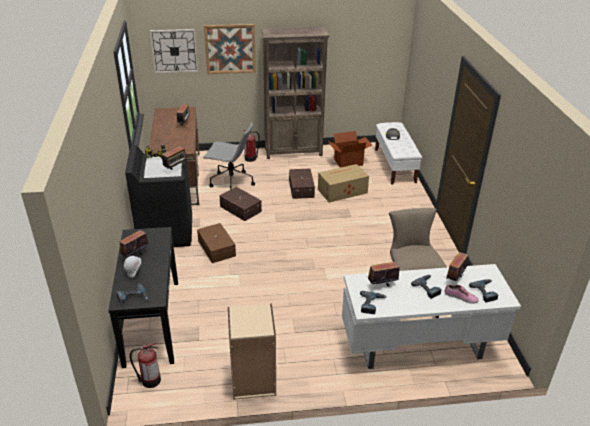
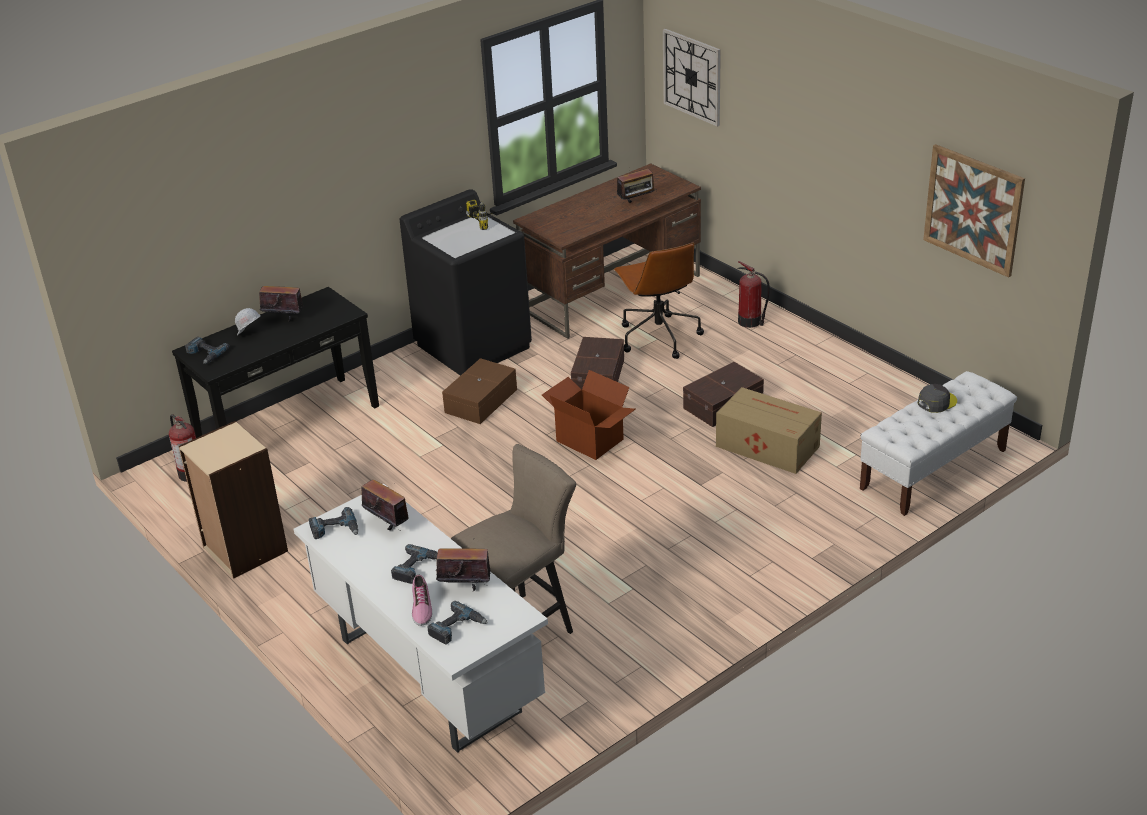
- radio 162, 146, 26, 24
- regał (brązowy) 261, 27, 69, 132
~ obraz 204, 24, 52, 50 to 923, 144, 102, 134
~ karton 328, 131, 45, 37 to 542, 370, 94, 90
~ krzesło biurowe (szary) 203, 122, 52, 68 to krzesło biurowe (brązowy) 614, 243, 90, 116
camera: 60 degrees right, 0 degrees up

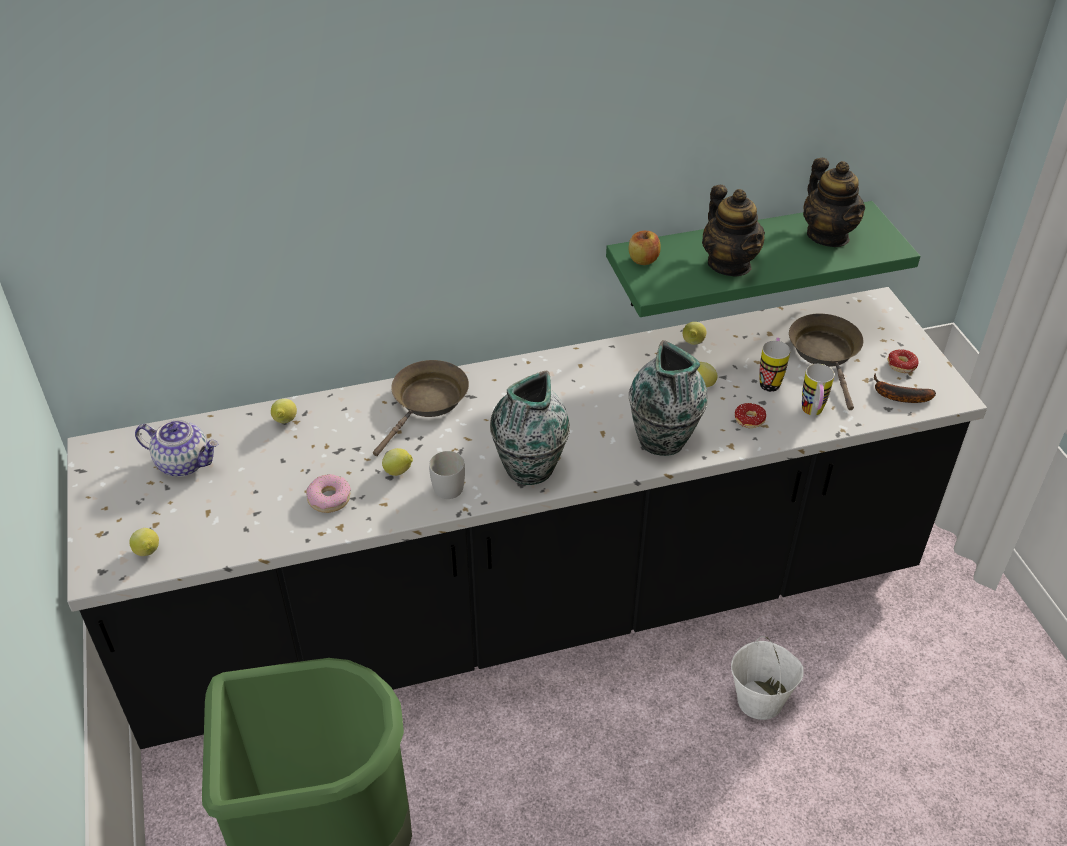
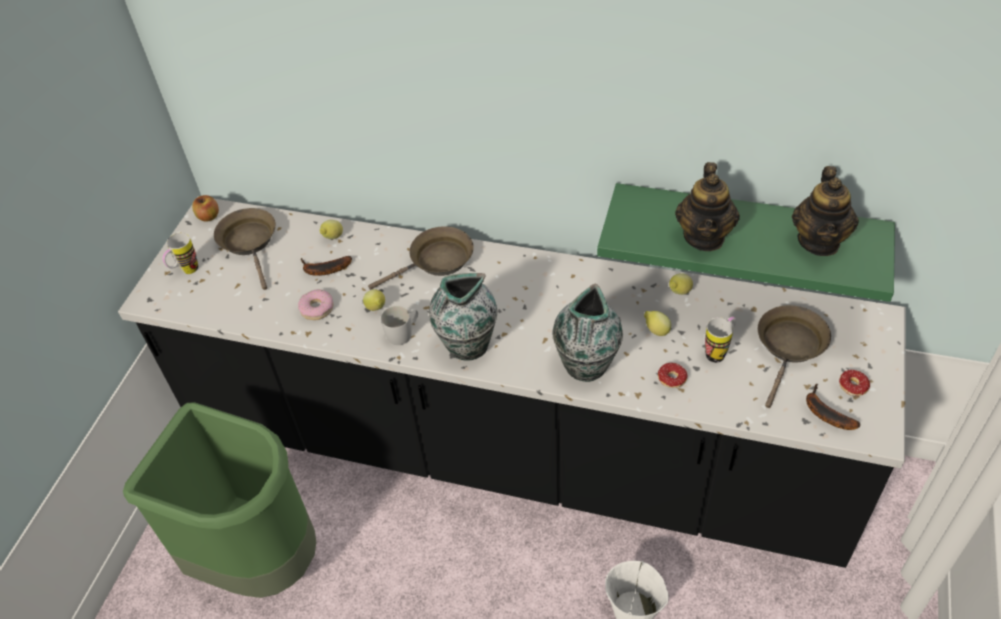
- cytryna 129, 528, 30, 28
+ banan 301, 256, 51, 20
~ jabłko 629, 231, 32, 34 to 192, 195, 27, 27
~ kubek 802, 364, 33, 52 to 162, 232, 36, 42
~ imbryk 135, 420, 83, 57 to patelnia (brązowy) 214, 208, 62, 82
camera: 35 degrees right, 5 degrees up

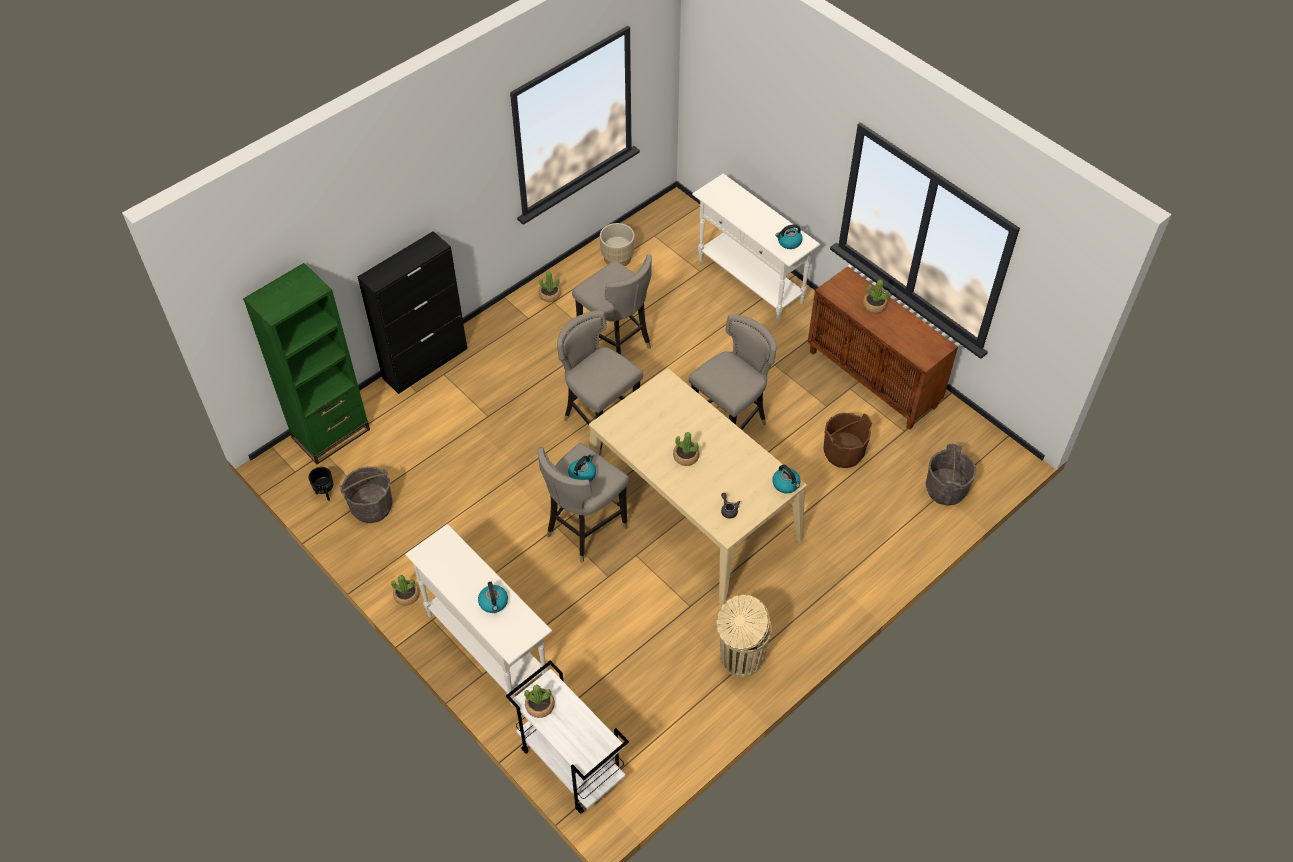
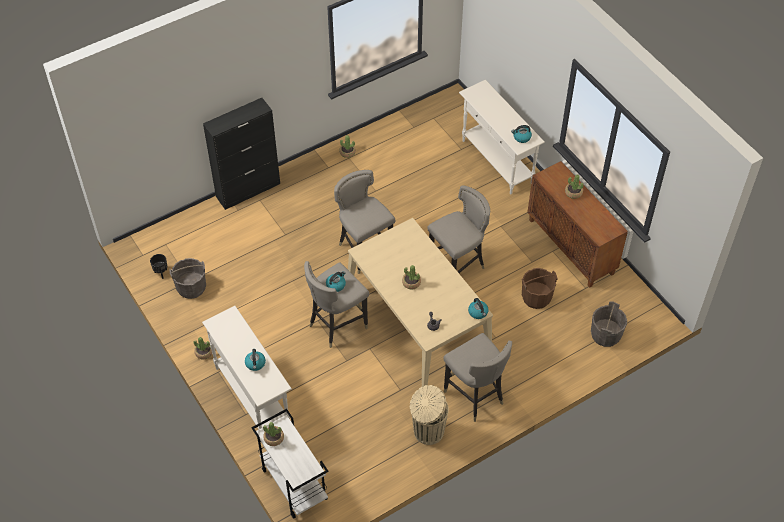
- regał (zielony) 243, 263, 127, 201
- donica (beżowy) 600, 223, 34, 43
~ stołek (szary) 572, 254, 80, 101 to 443, 333, 69, 89
camera: 10 degrees right, 0 degrees up

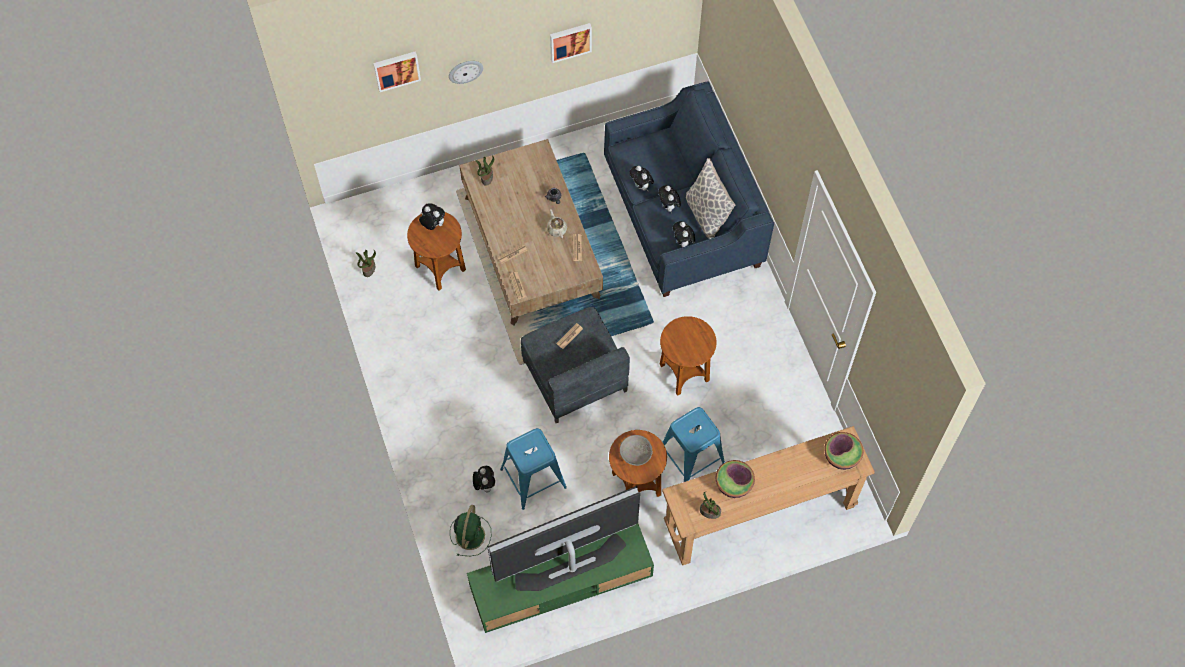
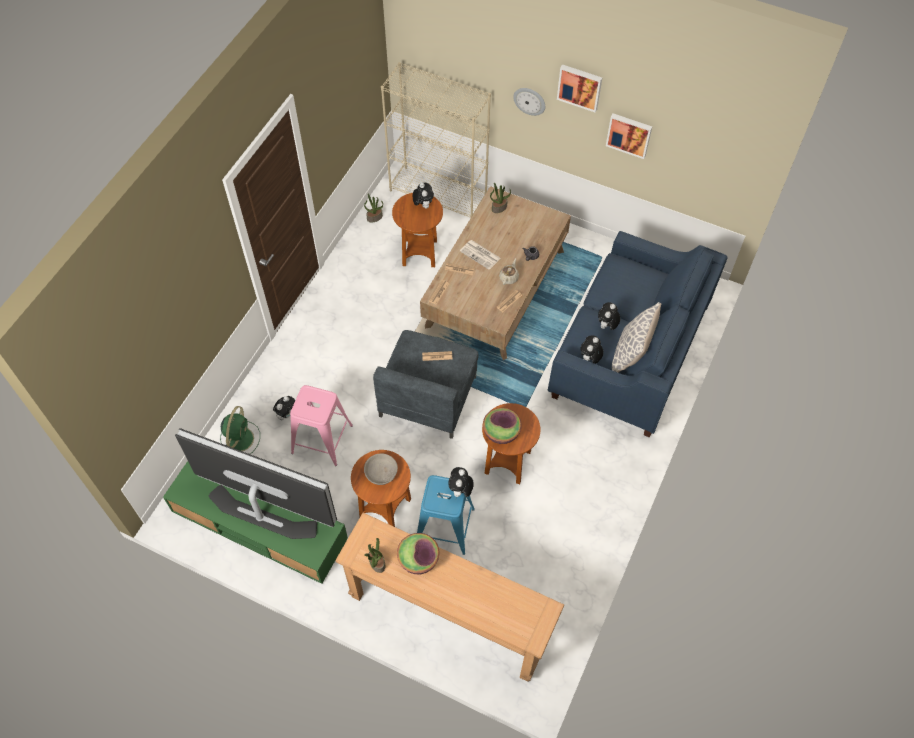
+ regał (beżowy) 381, 62, 110, 156
+ gazeta 460, 240, 41, 30
~ obraz 373, 51, 48, 41 to 557, 64, 45, 49
~ pluszak 629, 166, 25, 25 to 448, 467, 26, 30
~ miska 824, 432, 39, 38 to 483, 408, 39, 36
~ stołek (niebieski) 500, 428, 67, 82 to stołek (różowy) 290, 385, 63, 81
~ wentylator (zielony) 450, 505, 41, 51 = 220, 406, 40, 48 45 degrees counterclockwise
camera: 45 degrees right, 5 degrees down

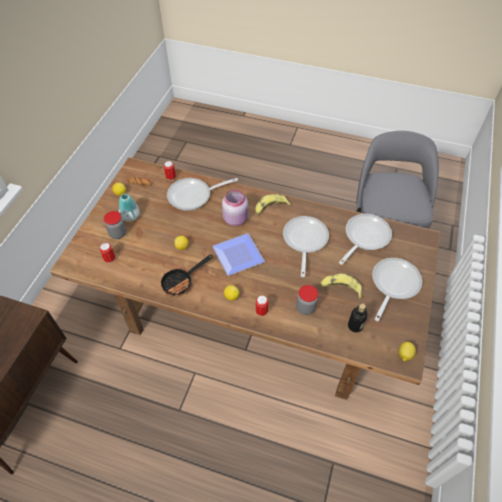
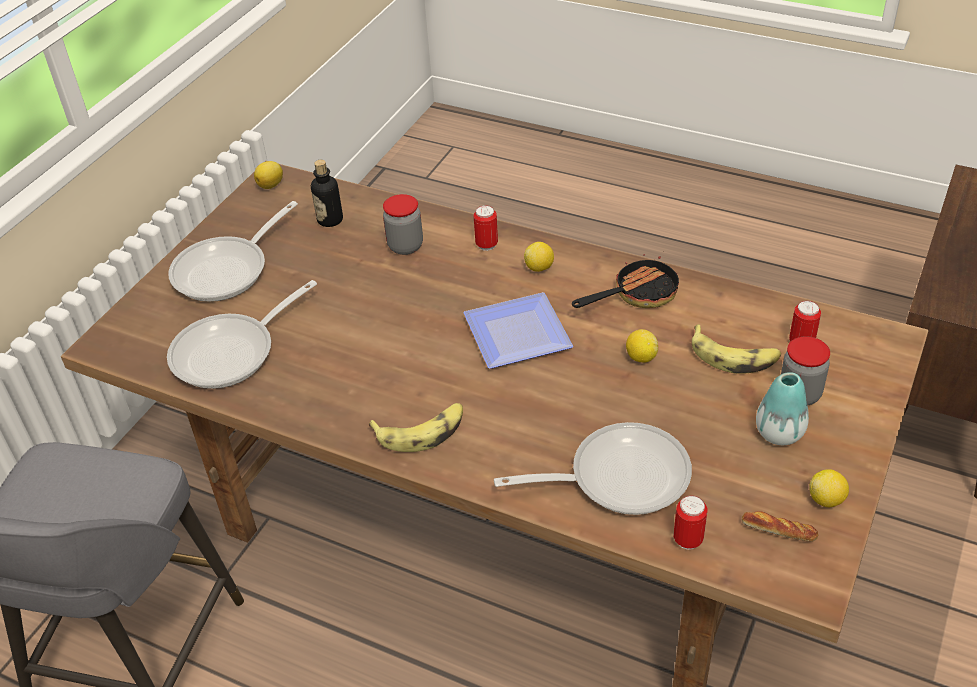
- słoik (różowy) 222, 190, 26, 36
- patelnia 283, 216, 46, 61
~ banan 320, 274, 42, 25 to 692, 324, 89, 50
camera: 170 degrees left, 10 degrees down

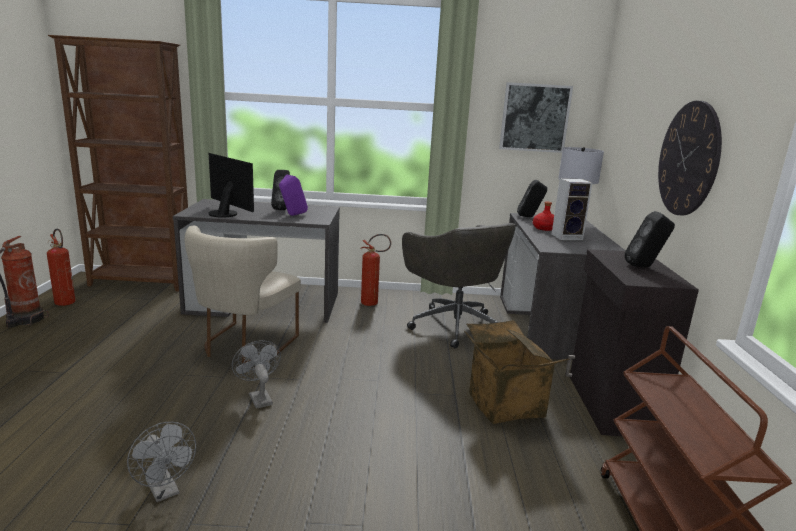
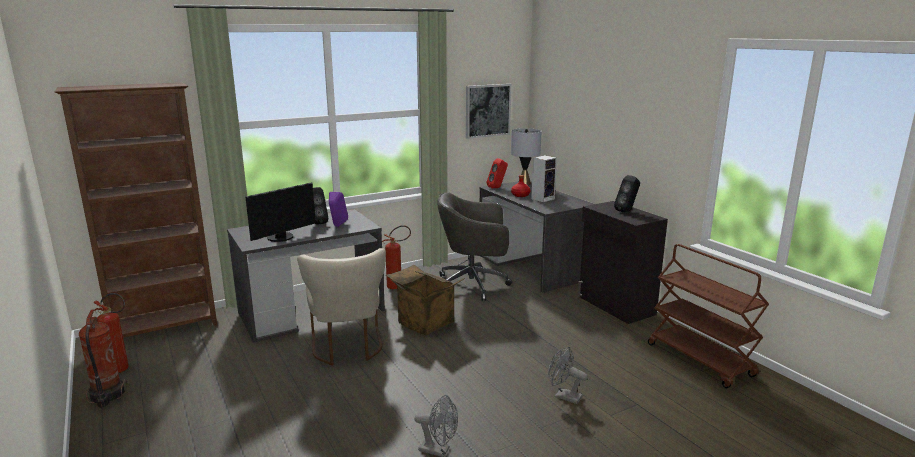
- zegar ścienny 658, 101, 64, 115
~ wentylator (szary) 232, 340, 49, 69 to 548, 347, 40, 57
~ karton 464, 320, 106, 104 to 385, 265, 80, 70
~ głośnik (czarny) 517, 180, 30, 37 to głośnik (czerwony) 487, 158, 21, 30
~ monitor 208, 153, 46, 65 = 245, 182, 71, 60 120 degrees clockwise
~ krzesło biurowe (szary) 402, 223, 114, 126 = 437, 193, 75, 108 150 degrees clockwise
camera: 30 degrees left, 0 degrees up

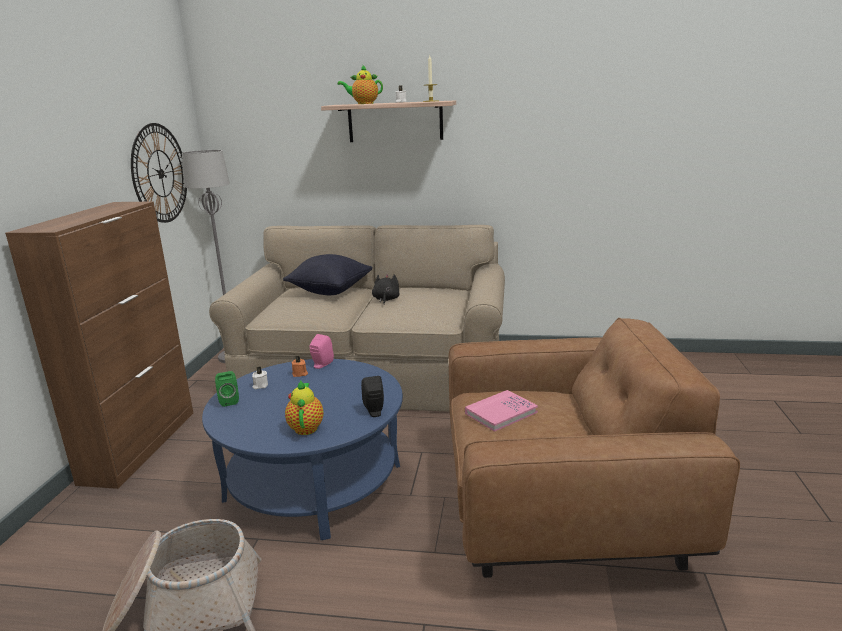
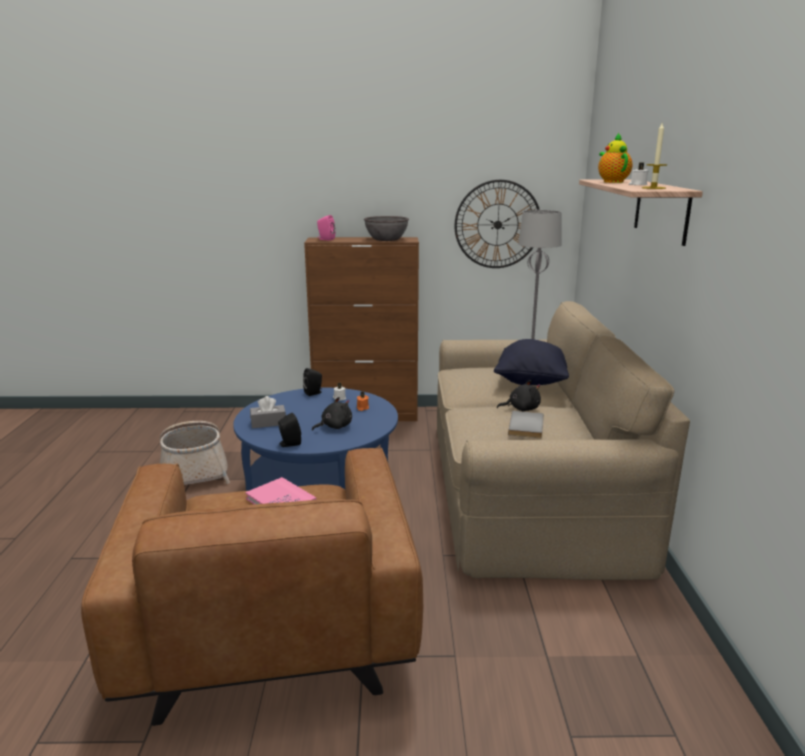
+ pluszak (czarny) 312, 397, 40, 34
+ miska (szary) 364, 216, 45, 25
+ książka (szary) 508, 411, 36, 27
~ głośnik (różowy) 310, 334, 24, 35 to 317, 215, 18, 26
~ imbryk 285, 381, 39, 54 to pudełko chusteczek (szary) 250, 396, 36, 32
~ głośnik (zielony) 215, 371, 24, 36 to głośnik (czarny) 303, 368, 19, 28
camera: 80 degrees right, 0 degrees up

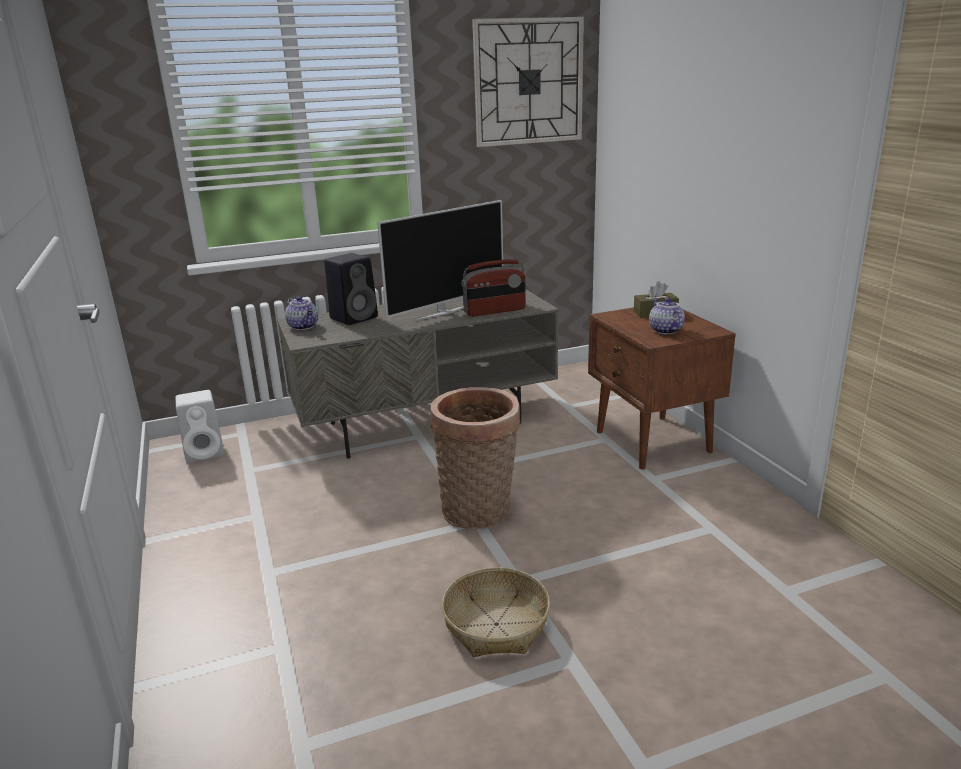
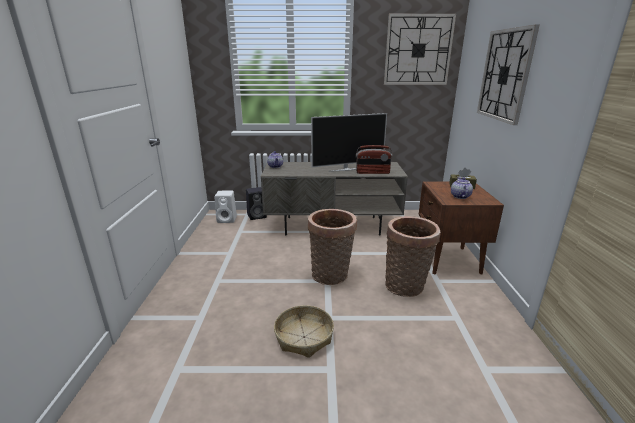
+ koszyk 385, 216, 56, 81
+ zegar ścienny 477, 24, 63, 101
~ głośnik (czarny) 324, 253, 54, 72 to 246, 187, 21, 33
camera: 20 degrees right, 0 degrees up

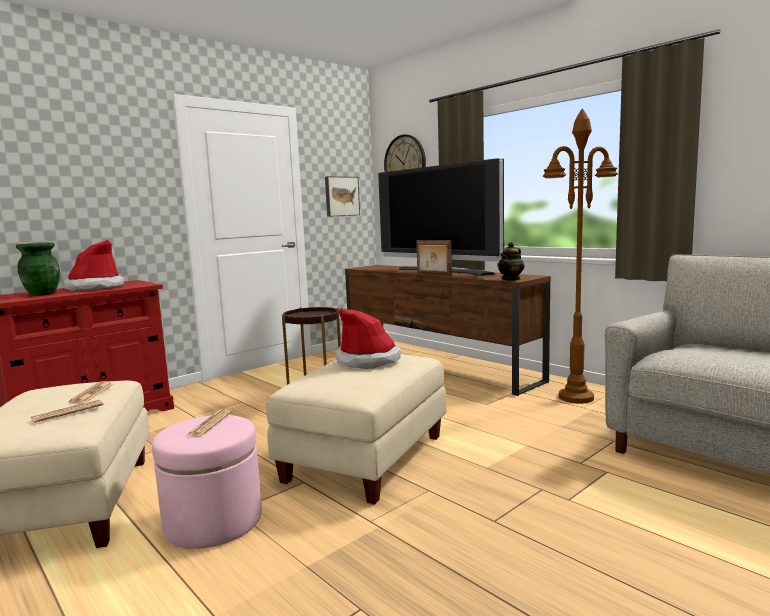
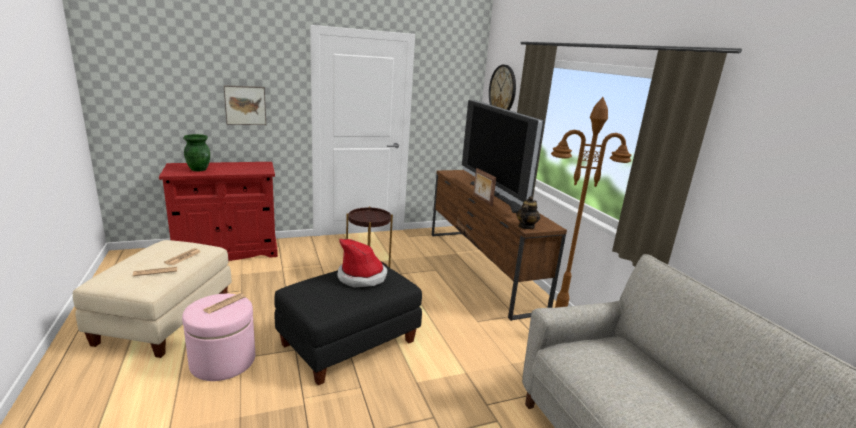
- kapelusz 63, 240, 62, 51
~ obraz 325, 176, 35, 41 to 224, 85, 42, 40
~ pufa (beżowy) 267, 354, 180, 151 to pufa (czarny) 274, 264, 148, 121
~ imbryk 497, 242, 28, 39 = 516, 196, 24, 33 150 degrees clockwise
camera: 20 degrees right, 10 degrees up

